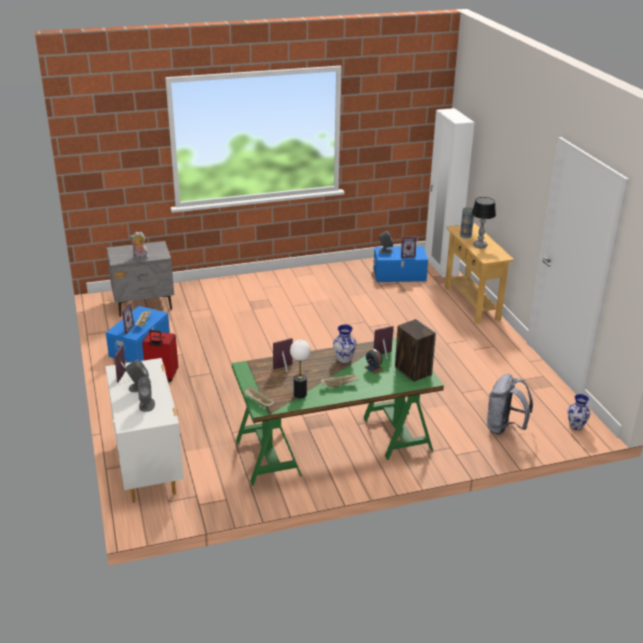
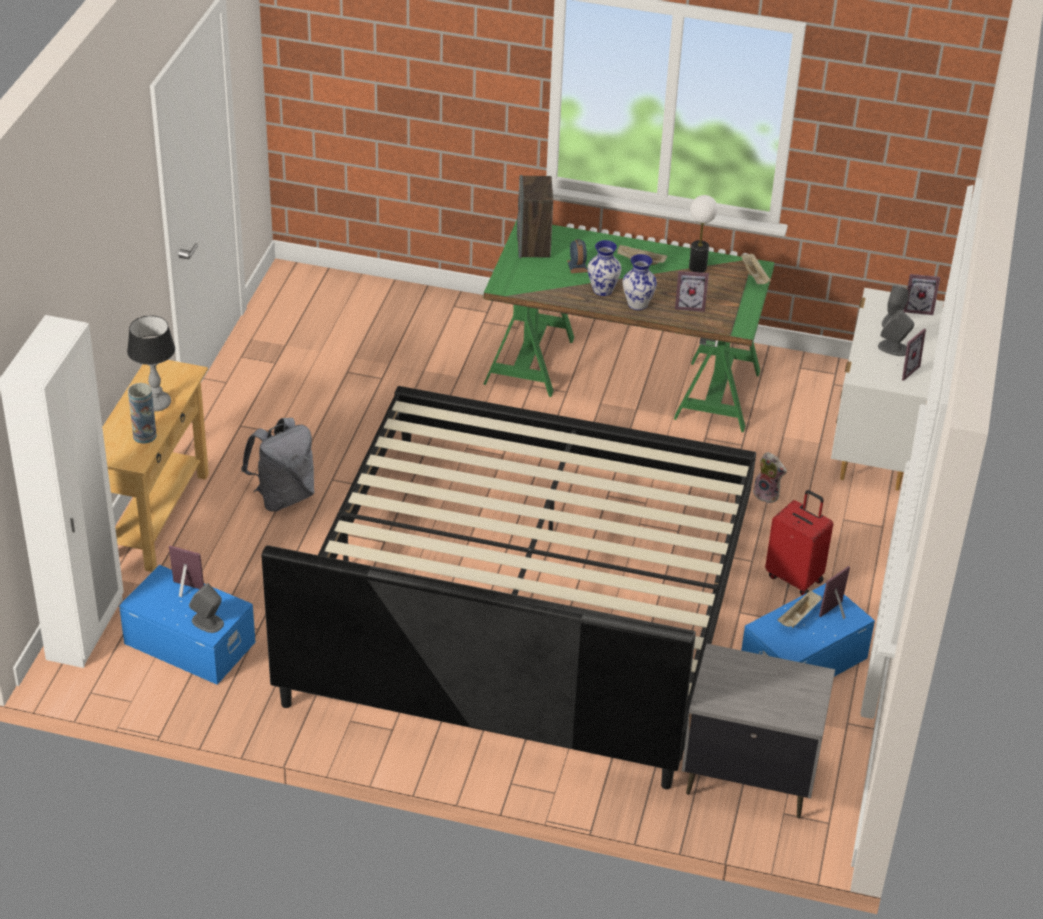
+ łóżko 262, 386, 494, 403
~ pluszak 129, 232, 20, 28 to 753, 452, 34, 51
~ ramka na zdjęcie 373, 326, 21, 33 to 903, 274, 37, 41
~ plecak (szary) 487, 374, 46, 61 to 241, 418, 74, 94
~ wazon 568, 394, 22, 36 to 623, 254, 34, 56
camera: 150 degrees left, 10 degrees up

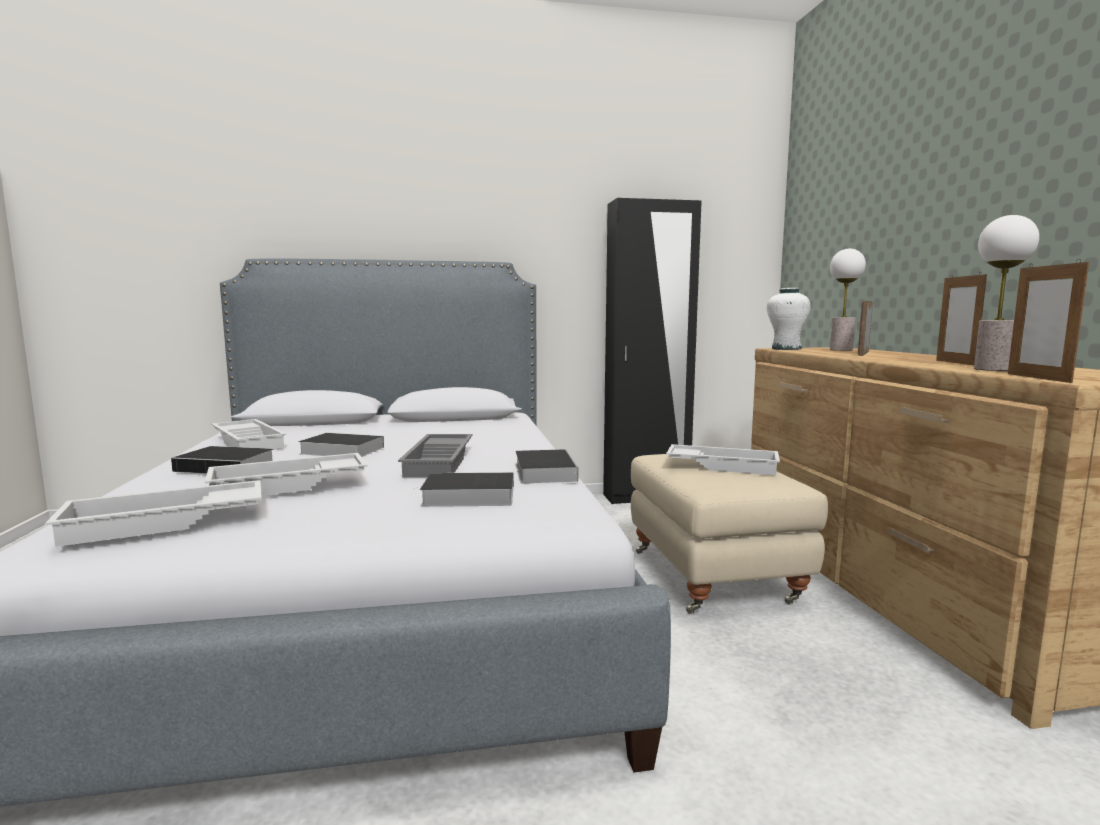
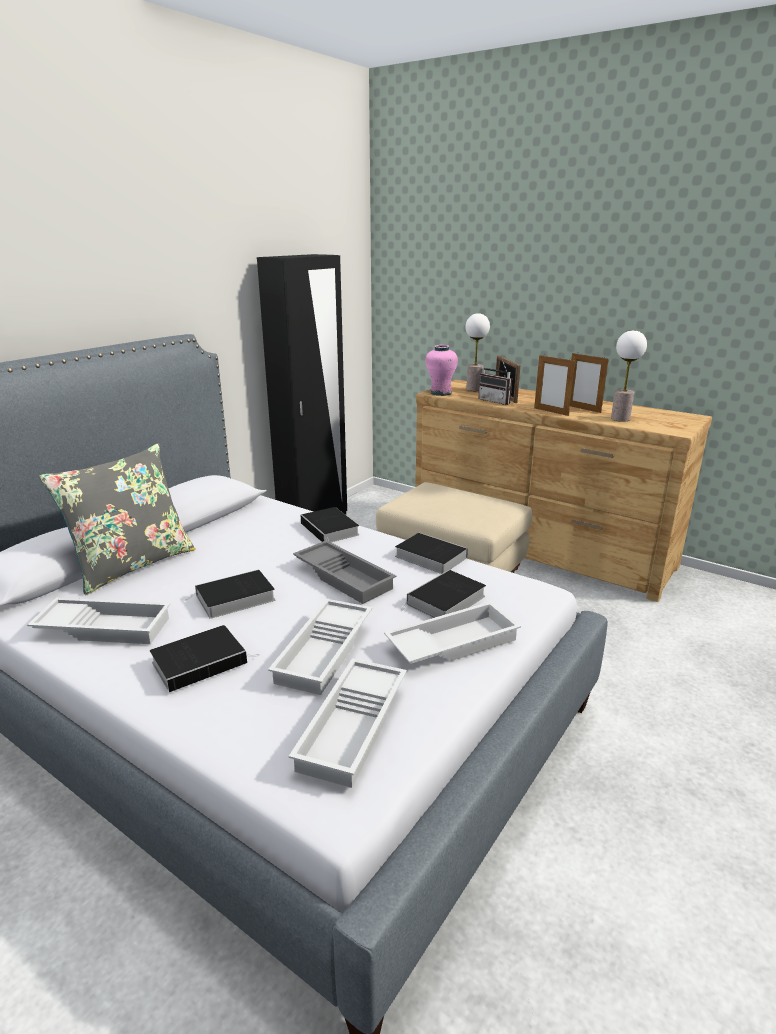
+ poduszka (szary) 39, 444, 156, 151
+ książka 300, 507, 59, 35
+ radio 479, 360, 33, 45
~ taca (biały) 666, 444, 114, 31 to 384, 601, 137, 63
~ ramka na zdjęcie 1008, 259, 81, 124 to 534, 354, 41, 62
~ wazon (biały) 767, 288, 43, 62 to wazon (różowy) 426, 345, 32, 51
camera: 45 degrees left, 15 degrees up

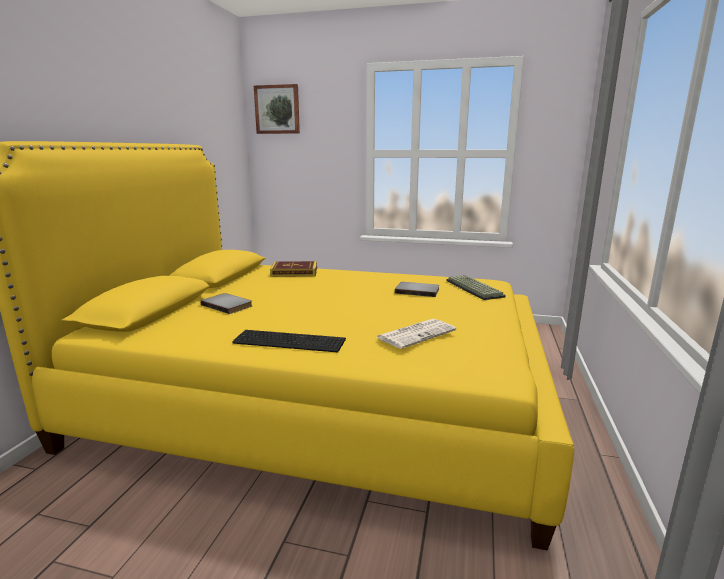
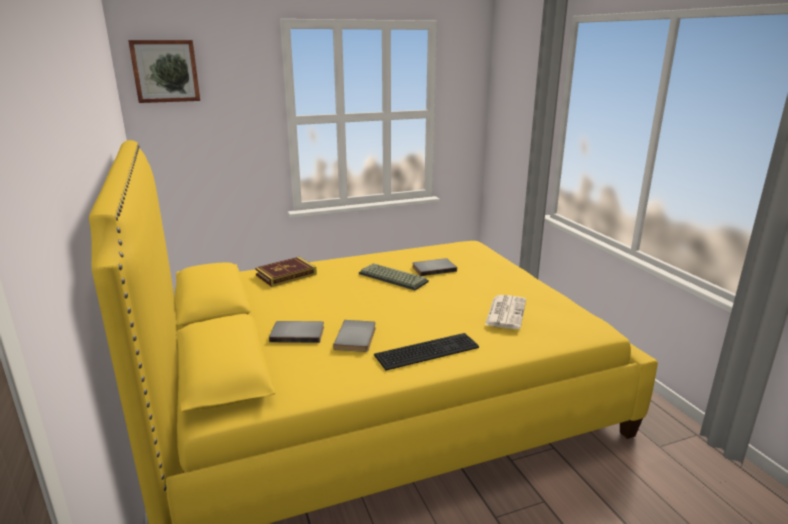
+ książka (szary) 333, 320, 43, 32
~ klawiatura 447, 275, 59, 25 to 359, 263, 70, 27
camera: 35 degrees left, 5 degrees up

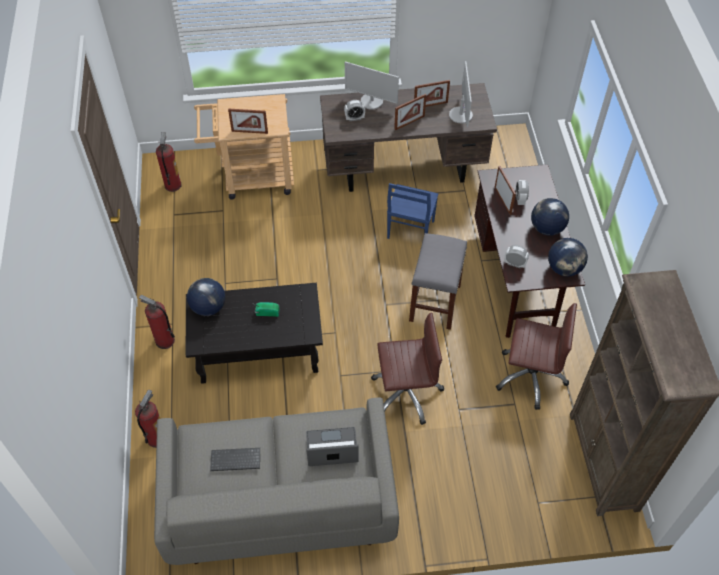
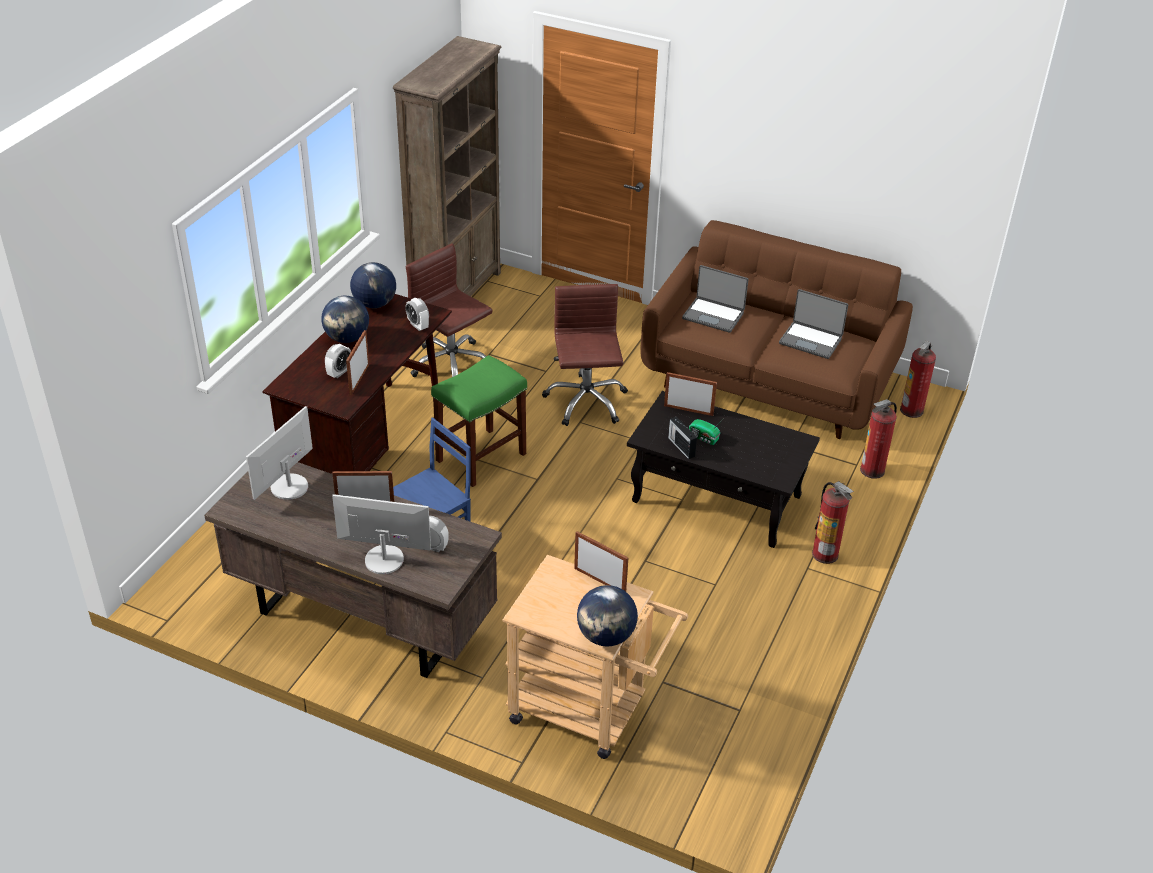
+ radio 668, 417, 29, 42
~ gaśnica 156, 132, 26, 60 to 900, 341, 36, 77
~ globus 187, 278, 38, 38 to 577, 585, 61, 62
~ ramka na zdjęcie 414, 80, 36, 27 to 664, 372, 53, 44
~ klawiatura 210, 448, 50, 23 to laptop 779, 289, 69, 70
~ kanapa (szary) 154, 397, 245, 168 to kanapa (brązowy) 640, 220, 273, 219
~ stołek (szary) 409, 233, 58, 97 to stołek (zielony) 431, 355, 96, 132
~ monitor 345, 62, 54, 48 = 332, 494, 99, 80 45 degrees counterclockwise
~ krzesło biurowe (brązowy) 371, 312, 73, 113 = 542, 284, 86, 142 60 degrees clockwise
camera: 150 degrees left, 15 degrees down

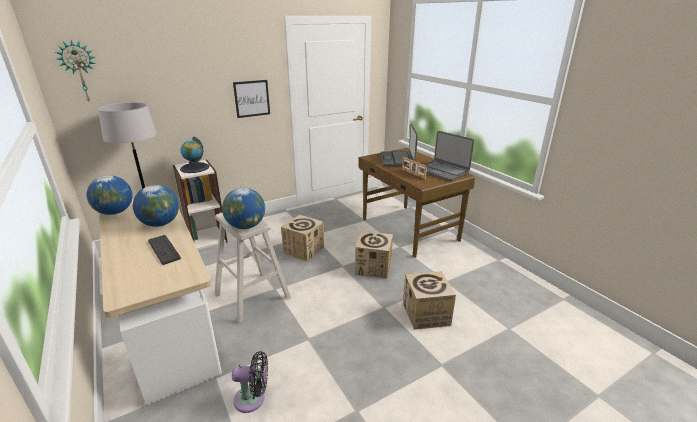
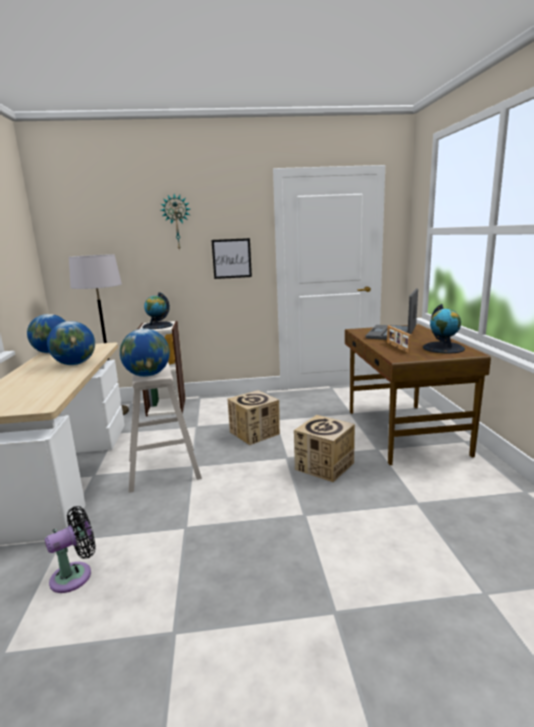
- klawiatura 148, 235, 33, 30
- karton 403, 271, 53, 59
~ zegar ścienny 56, 40, 40, 61 to 161, 194, 29, 57
~ laptop 424, 131, 50, 50 to globus 423, 304, 42, 50
~ wentylator (czarny) 232, 351, 36, 62 = 45, 506, 50, 87 60 degrees counterclockwise
camera: 25 degrees right, 10 degrees down

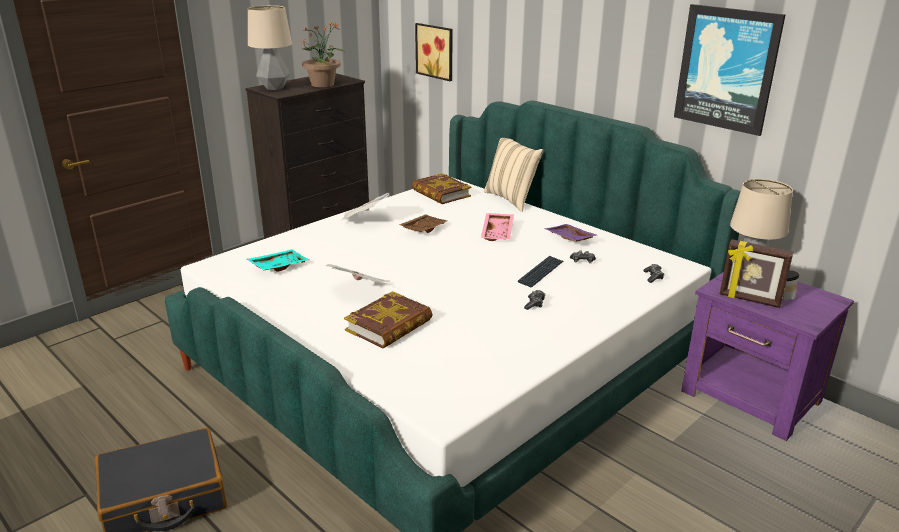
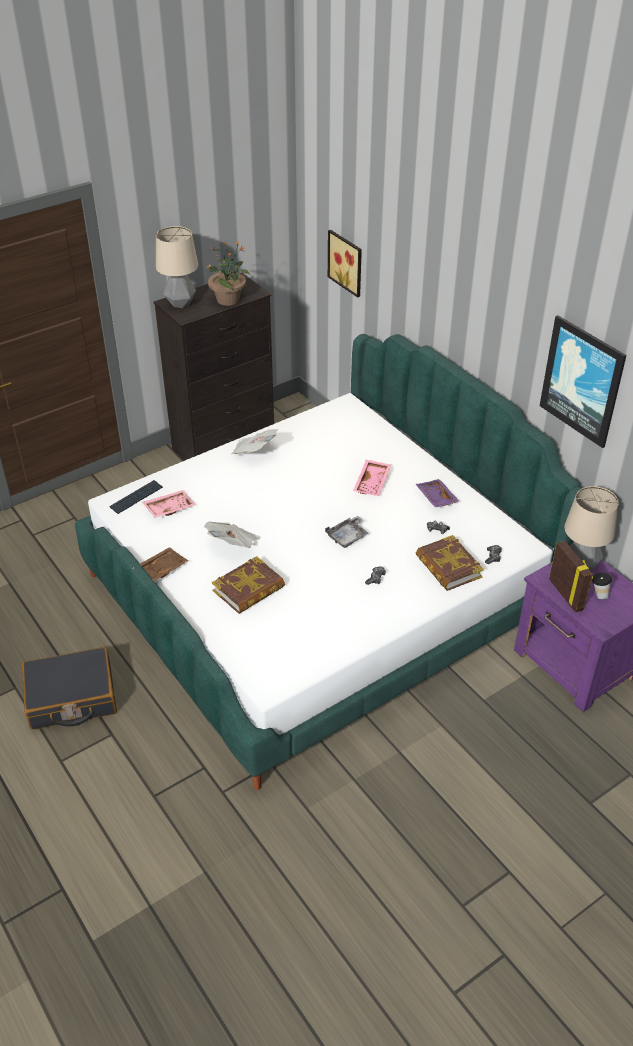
- poduszka (beżowy) 484, 138, 59, 74
+ taca (szary) 325, 516, 43, 32
~ taca (brązowy) 399, 214, 48, 19 to 132, 547, 56, 34
~ książka 412, 173, 59, 31 to 416, 535, 68, 56
~ klawiatura 518, 256, 45, 31 to 110, 480, 53, 34
~ taca (turkusowy) 247, 249, 62, 23 to taca (różowy) 142, 490, 54, 27
~ ramka na zdjęcie 720, 239, 73, 69 = 549, 540, 44, 73 150 degrees counterclockwise
camera: 10 degrees right, 15 degrees up

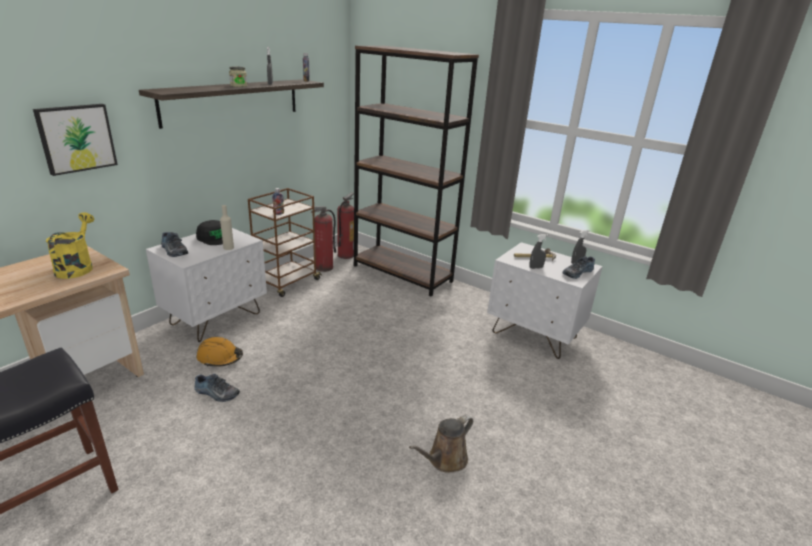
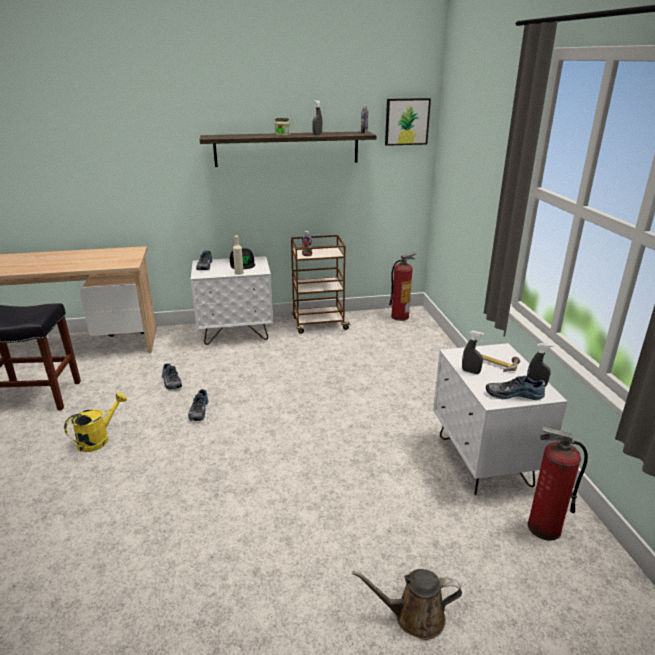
- kask (pomarańczowy) 196, 337, 47, 30
- regał (brązowy) 354, 46, 125, 250
+ but 188, 389, 20, 32
~ obraz 33, 104, 85, 72 to 385, 98, 46, 48
~ konewka (żółty) 46, 212, 48, 67 to 64, 392, 63, 60
~ gaśnica 311, 206, 25, 66 to 528, 426, 60, 115
~ konewka (brązowy) 409, 415, 64, 58 to 352, 569, 110, 71
camera: 45 degrees right, 0 degrees up

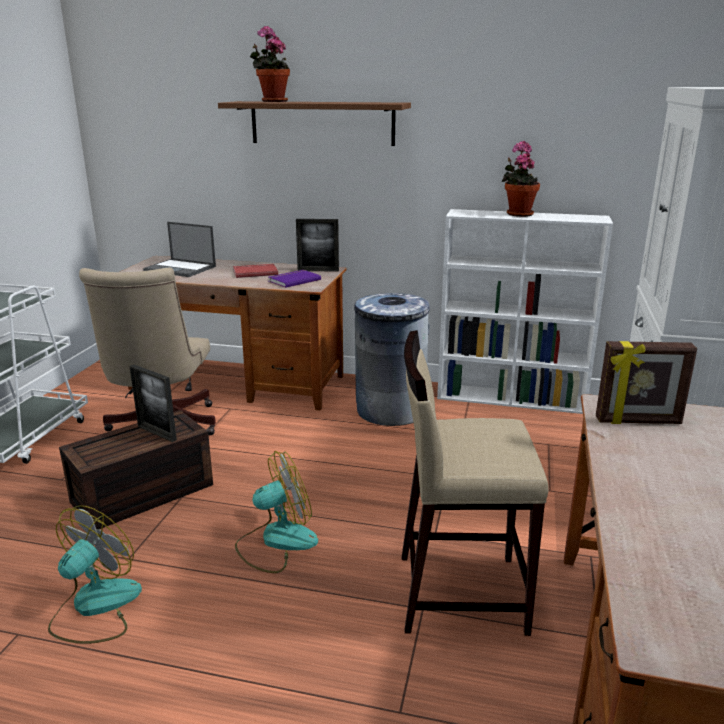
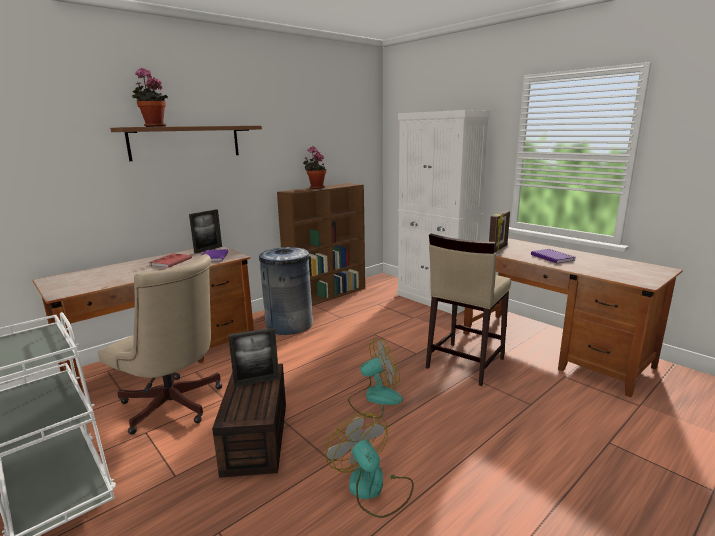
- laptop 143, 222, 73, 55
+ książka (fioletowy) 531, 249, 45, 14
~ regał (biały) 437, 209, 176, 205 to regał (brązowy) 277, 183, 88, 123
~ wentylator 235, 451, 83, 122 = 348, 338, 55, 81 60 degrees clockwise
camera: 55 degrees left, 5 degrees down

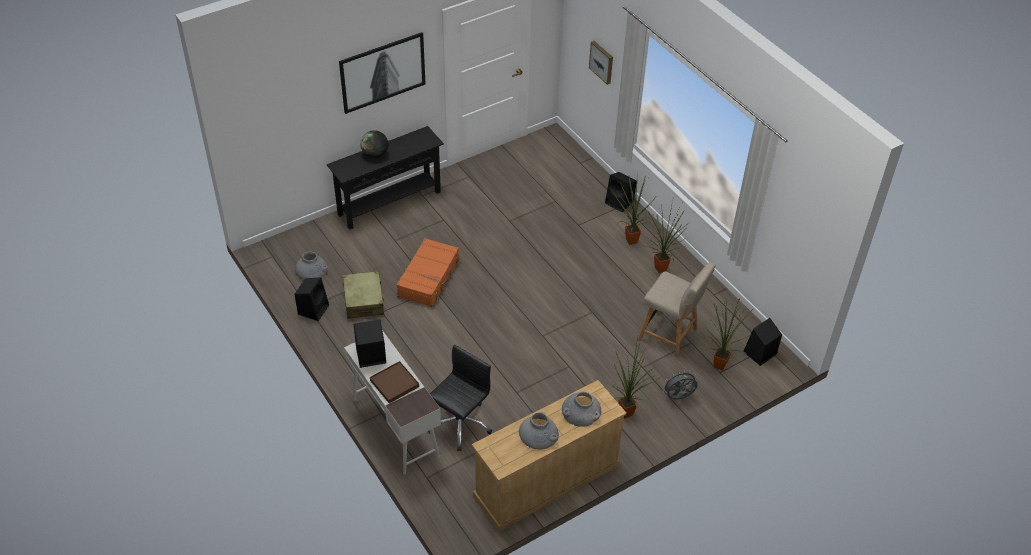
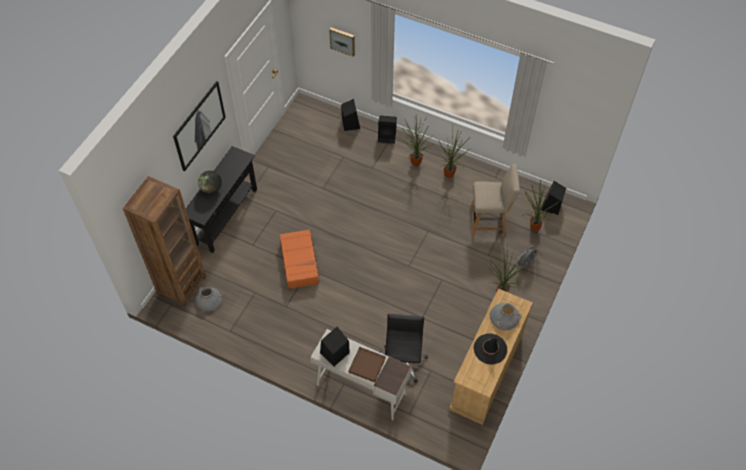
- walizka (beżowy) 342, 271, 43, 48
+ regał (brązowy) 123, 176, 83, 131
~ głośnik (czarny) 295, 277, 34, 44 to 341, 99, 19, 32
~ wazon (szary) 519, 412, 40, 37 to kapelusz (czarny) 474, 333, 33, 32
camera: 30 degrees left, 10 degrees up

